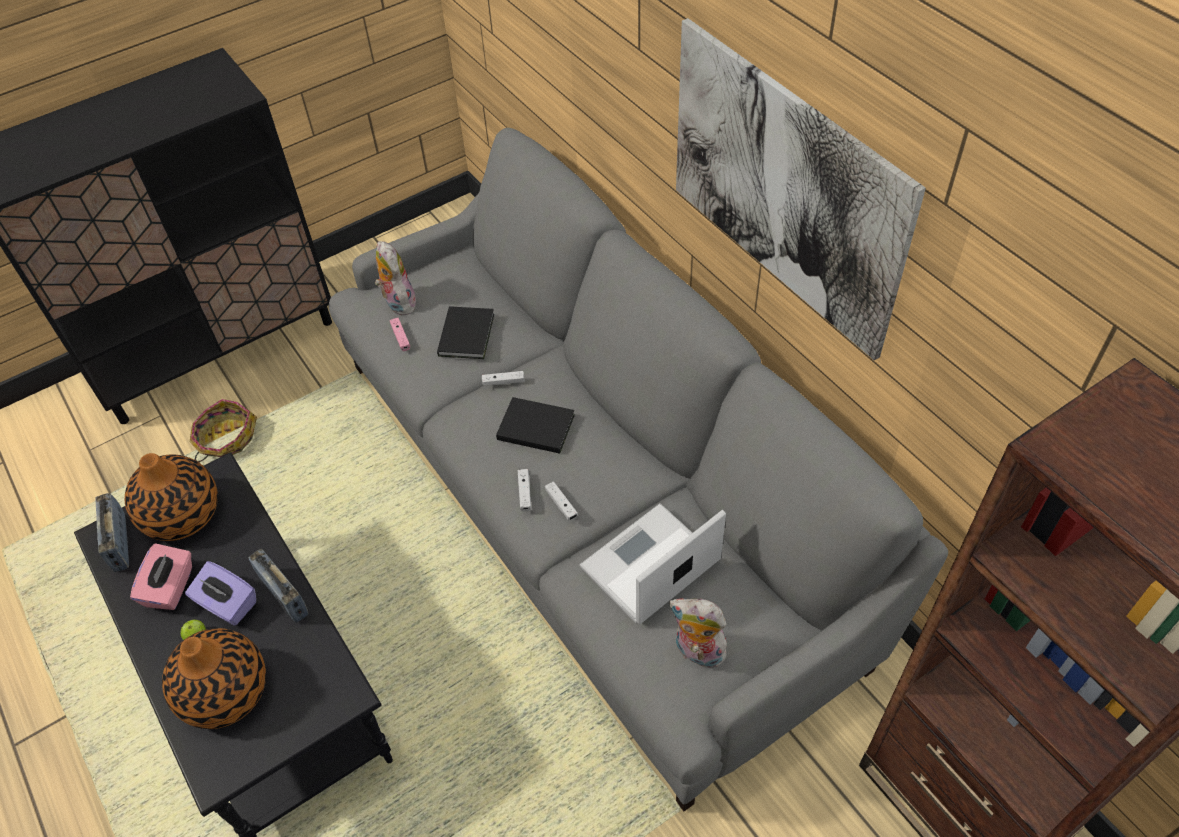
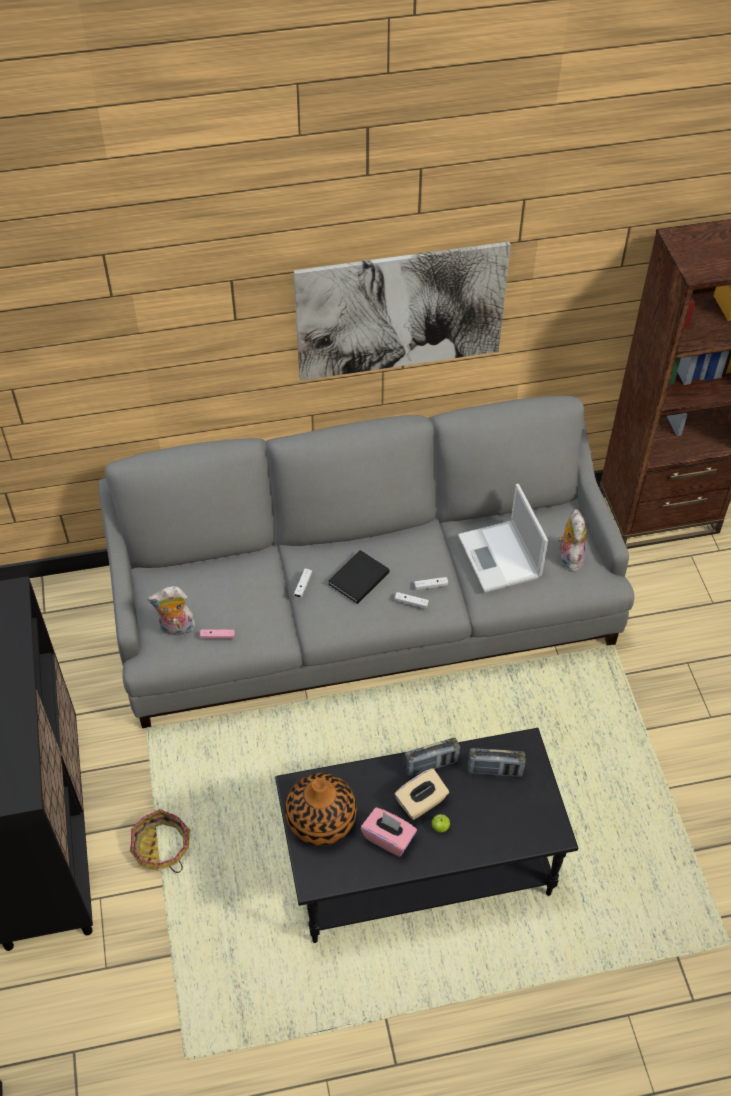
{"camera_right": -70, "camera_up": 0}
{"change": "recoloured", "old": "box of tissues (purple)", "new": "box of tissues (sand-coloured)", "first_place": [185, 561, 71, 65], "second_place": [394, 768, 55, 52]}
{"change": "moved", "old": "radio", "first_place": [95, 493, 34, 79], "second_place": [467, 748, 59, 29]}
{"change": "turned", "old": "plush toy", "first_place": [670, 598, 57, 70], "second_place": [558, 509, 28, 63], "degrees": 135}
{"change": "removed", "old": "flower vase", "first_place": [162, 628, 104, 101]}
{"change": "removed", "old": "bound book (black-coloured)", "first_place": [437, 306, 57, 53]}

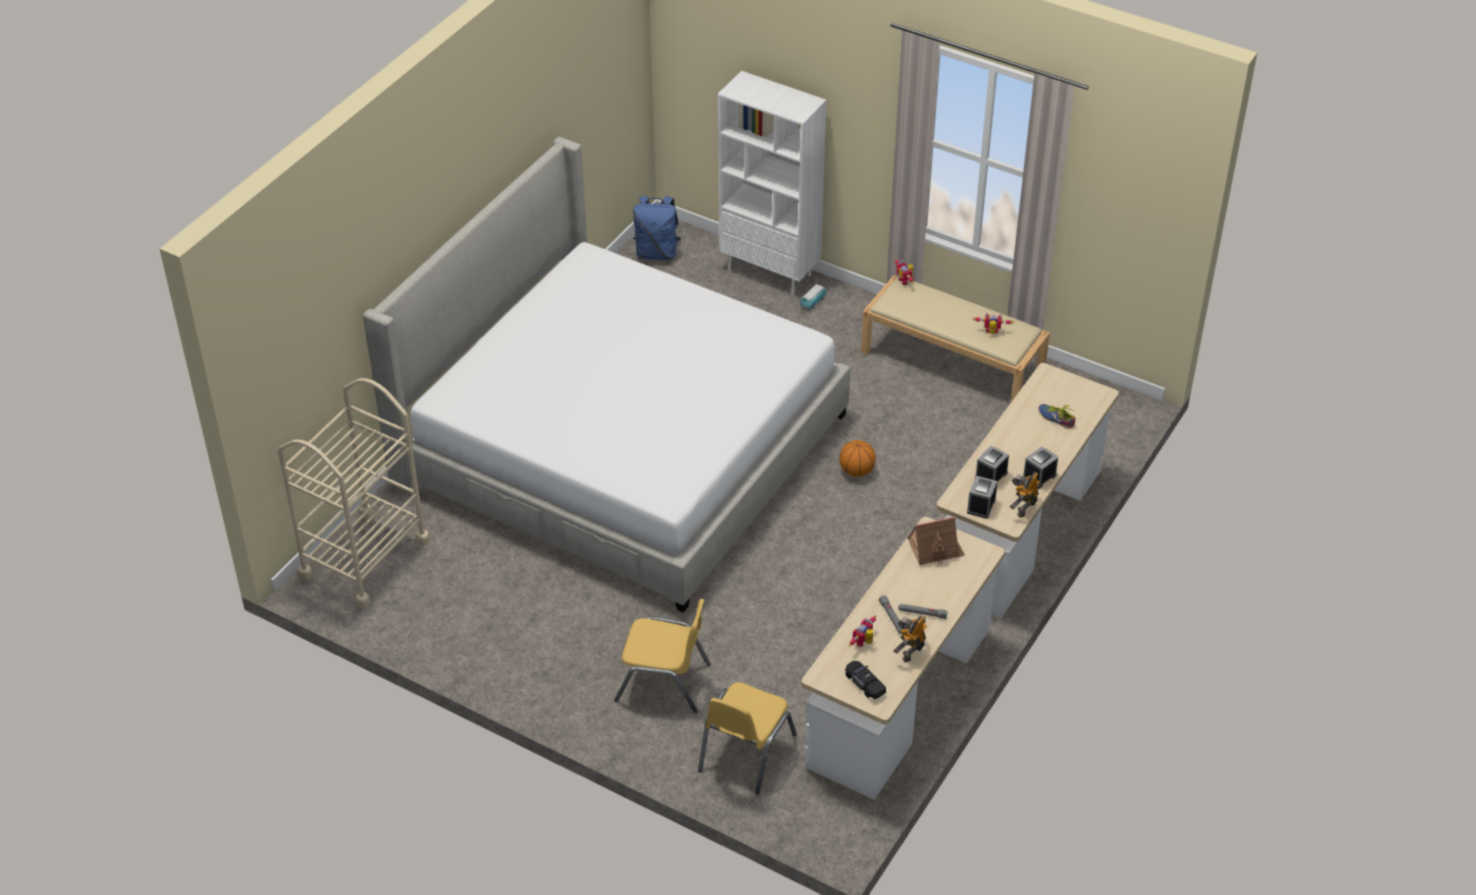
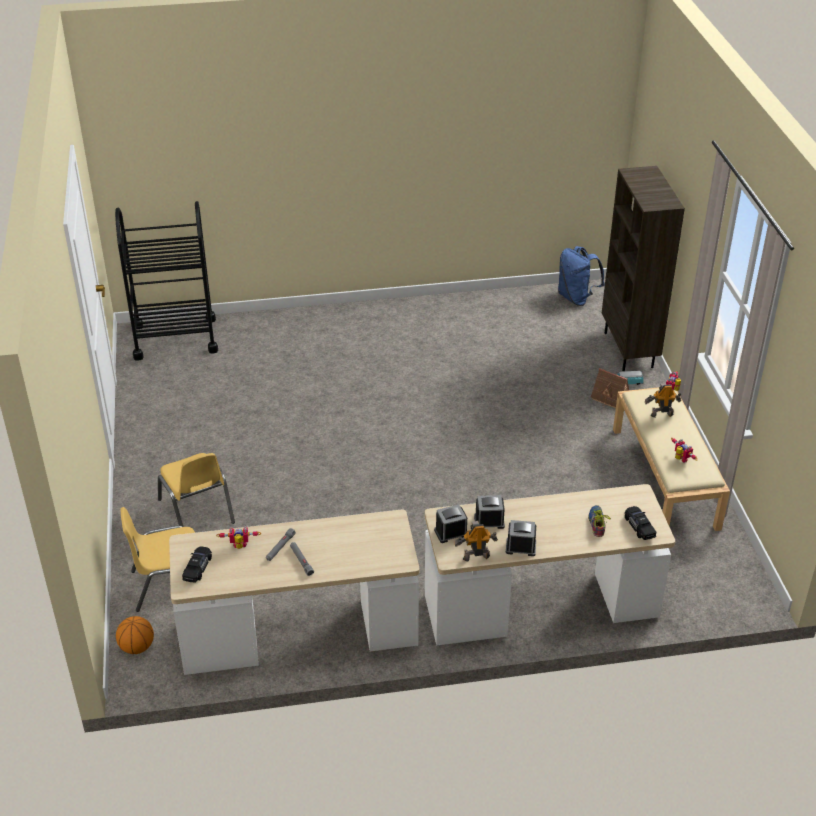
{"camera_right": 50, "camera_up": -5}
{"change": "recoloured", "old": "wheeled cart (sand-coloured)", "new": "wheeled cart (black-coloured)", "first_place": [278, 378, 152, 230], "second_place": [115, 201, 103, 160]}
{"change": "moved", "old": "ball for basketball", "first_place": [839, 440, 37, 37], "second_place": [116, 616, 38, 38]}
{"change": "moved", "old": "miniature house", "first_place": [907, 516, 58, 50], "second_place": [591, 368, 38, 40]}
{"change": "recoloured", "old": "shelving unit (white-coloured)", "new": "shelving unit (brown-coloured)", "first_place": [718, 71, 109, 224], "second_place": [602, 166, 83, 205]}
{"change": "added", "new": "miniature car (black-coloured)", "second_place": [625, 506, 31, 34]}
{"change": "moved", "old": "toy robot", "first_place": [893, 616, 34, 46], "second_place": [645, 383, 36, 34]}
{"change": "removed", "old": "bed", "first_place": [363, 137, 487, 476]}

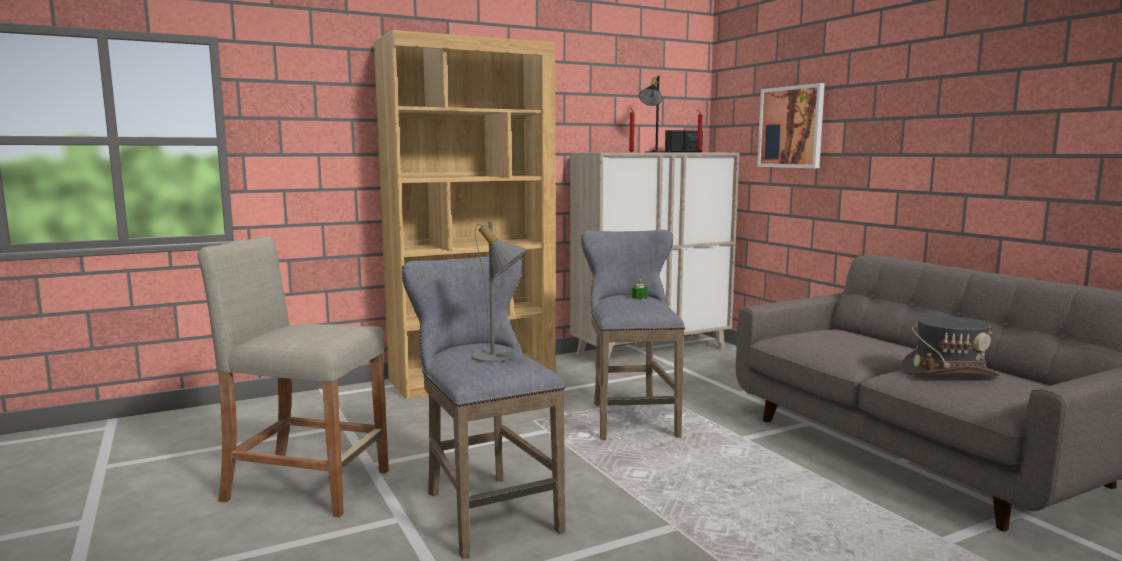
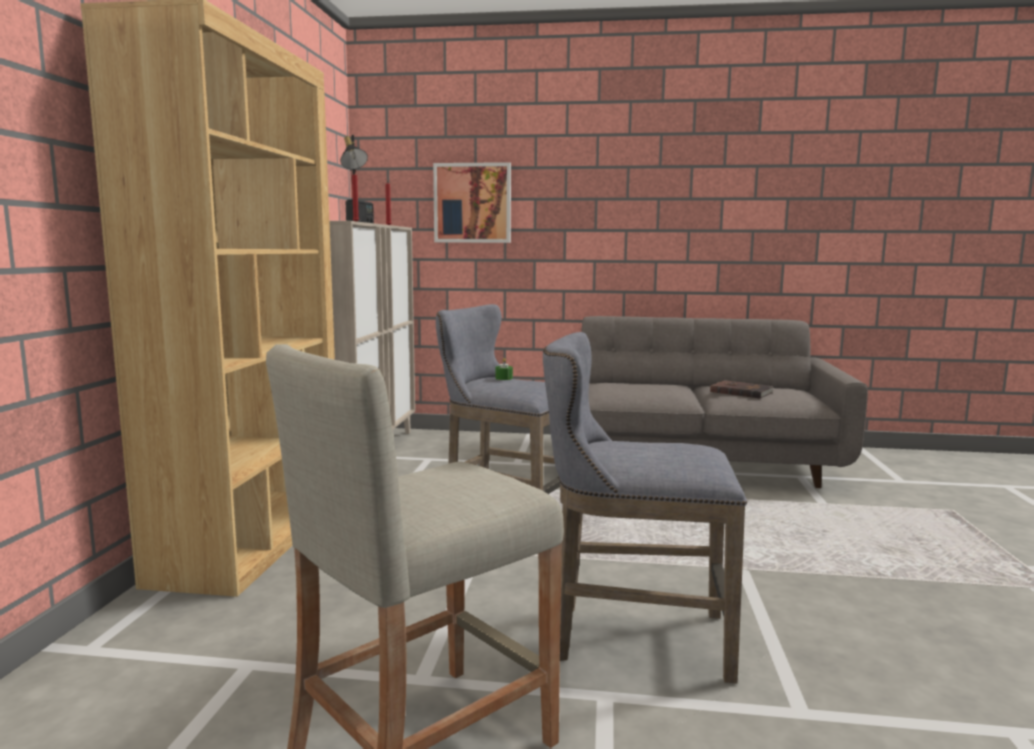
{"camera_right": -55, "camera_up": 0}
{"change": "replaced", "old": "hat (gray)", "new": "bound book (brown-coloured)", "first_place": [901, 316, 99, 60], "second_place": [710, 380, 64, 19]}
{"change": "removed", "old": "table lamp (gray)", "first_place": [472, 222, 56, 140]}

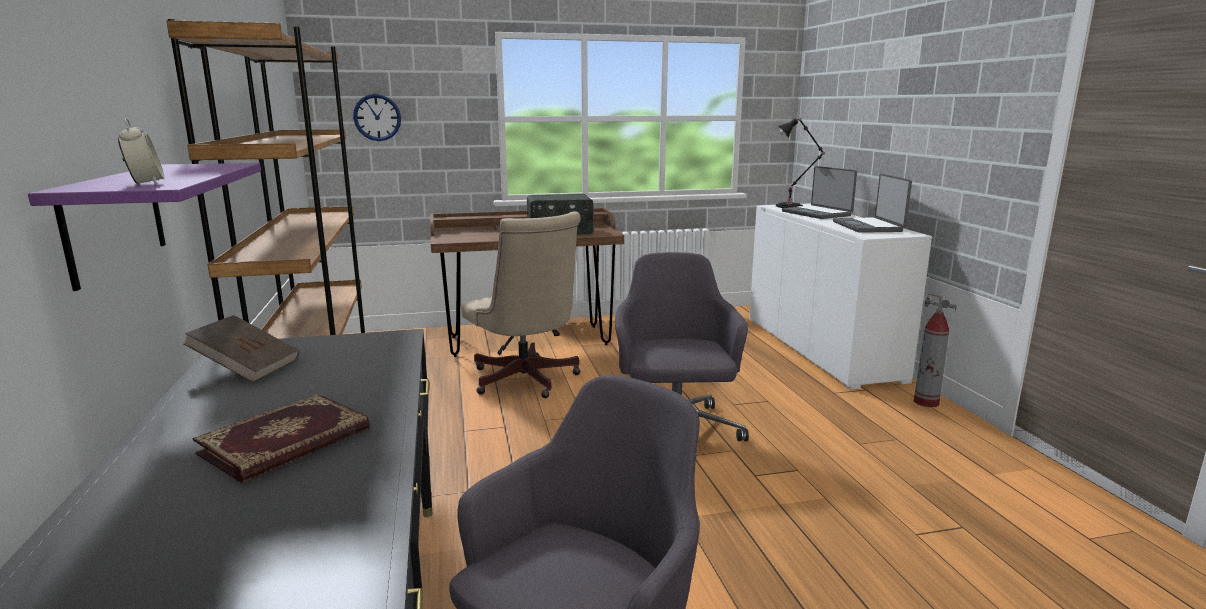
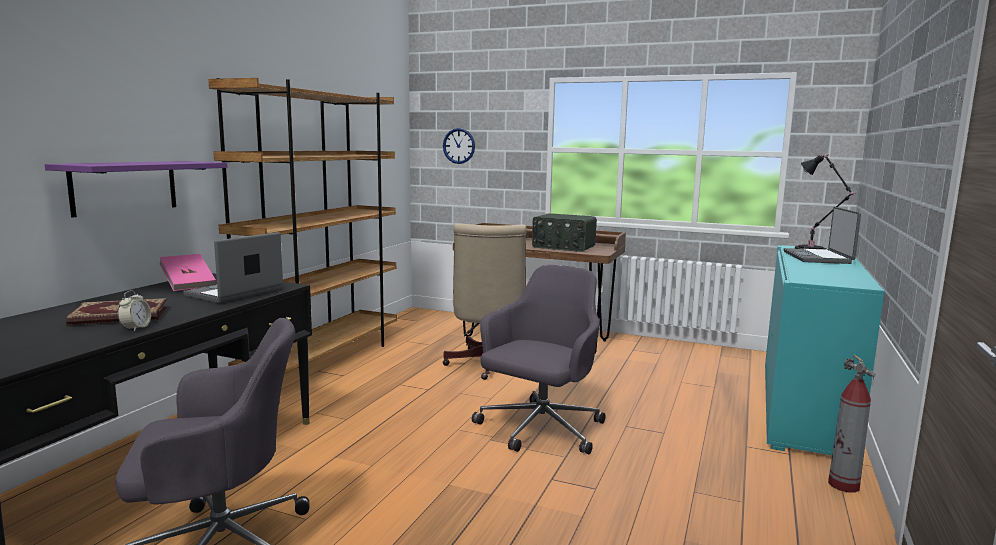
{"camera_right": 35, "camera_up": -5}
{"change": "moved", "old": "alarm clock", "first_place": [118, 118, 47, 66], "second_place": [118, 291, 33, 40]}
{"change": "recoloured", "old": "bound book (brown-coloured)", "new": "bound book (pink)", "first_place": [183, 315, 116, 67], "second_place": [159, 254, 58, 37]}
{"change": "moved", "old": "notebook computer", "first_place": [833, 174, 79, 59], "second_place": [183, 232, 100, 71]}
{"change": "recoloured", "old": "cabinet (white-coloured)", "new": "cabinet (turquoise-coloured)", "first_place": [749, 204, 183, 186], "second_place": [765, 245, 119, 210]}

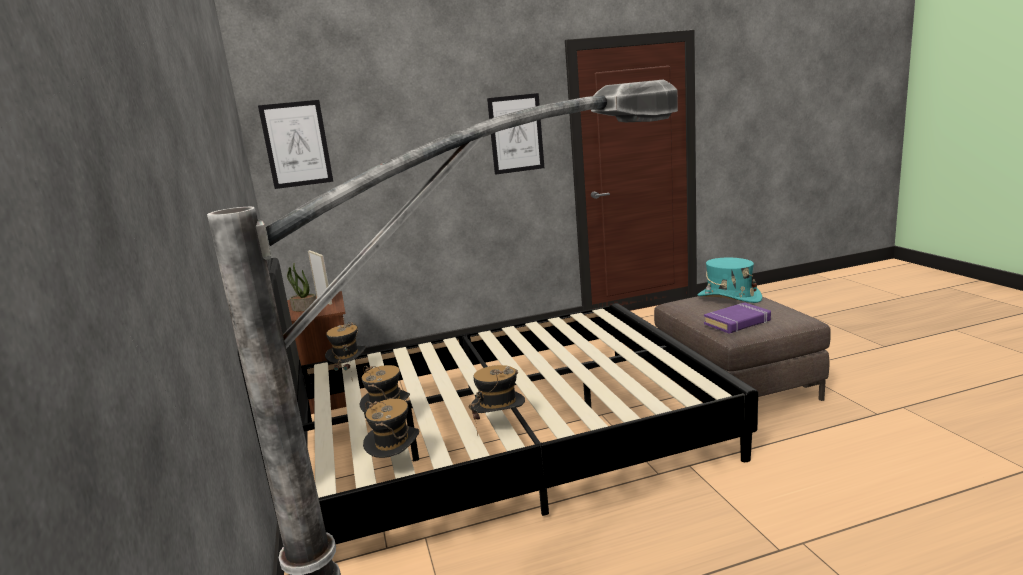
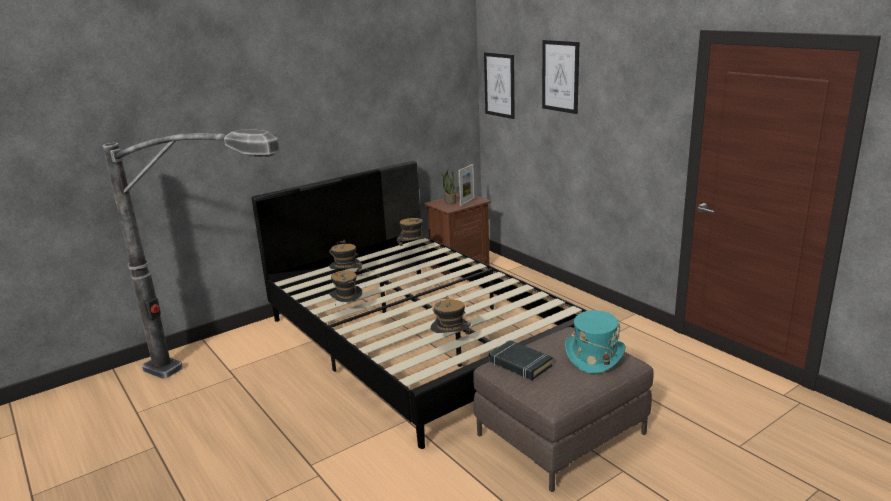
{"camera_right": 70, "camera_up": 5}
{"change": "moved", "old": "hat", "first_place": [363, 399, 56, 59], "second_place": [431, 295, 40, 39]}
{"change": "recoloured", "old": "bound book (purple)", "new": "bound book (black-coloured)", "first_place": [704, 302, 67, 32], "second_place": [489, 340, 64, 40]}
{"change": "moved", "old": "wall picture", "first_place": [487, 93, 57, 82], "second_place": [542, 40, 37, 74]}

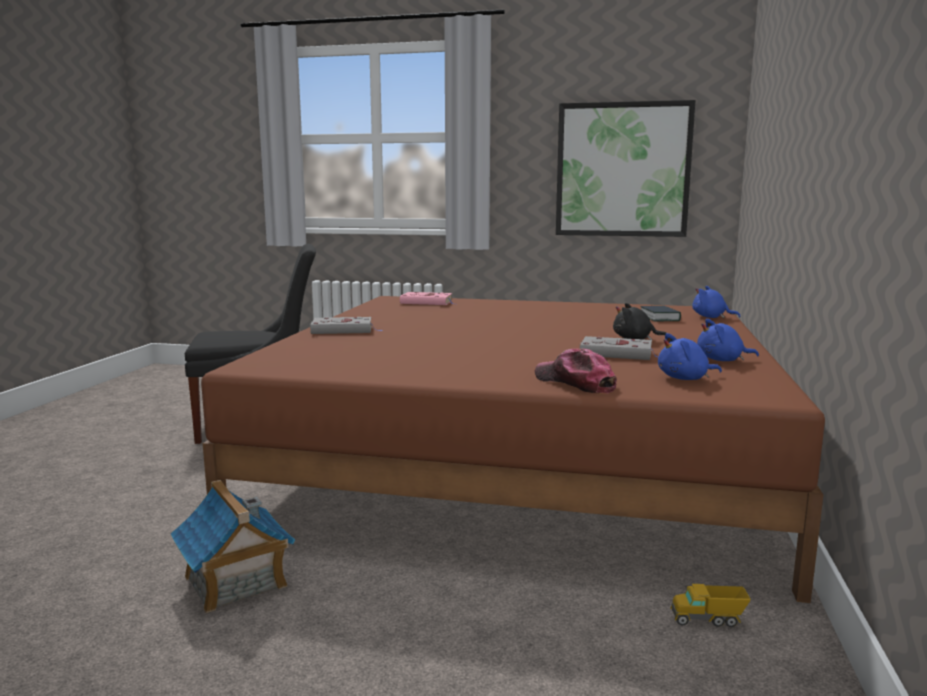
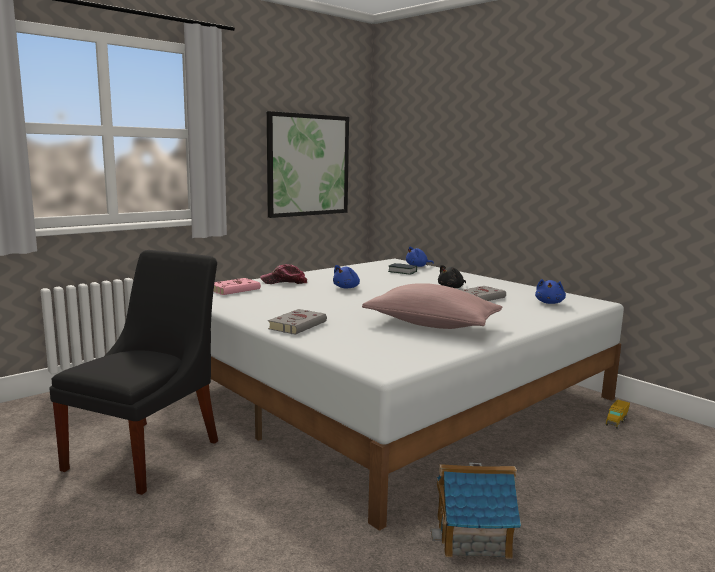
{"camera_right": -55, "camera_up": 0}
{"change": "recoloured", "old": "bed (brown-coloured)", "new": "bed (white-coloured)", "first_place": [201, 296, 624, 307], "second_place": [211, 259, 413, 272]}
{"change": "moved", "old": "cap", "first_place": [535, 349, 82, 45], "second_place": [260, 264, 47, 20]}
{"change": "moved", "old": "plush toy (blue)", "first_place": [697, 319, 62, 42], "second_place": [333, 265, 27, 24]}
{"change": "added", "new": "cushion (pink)", "second_place": [362, 283, 140, 46]}

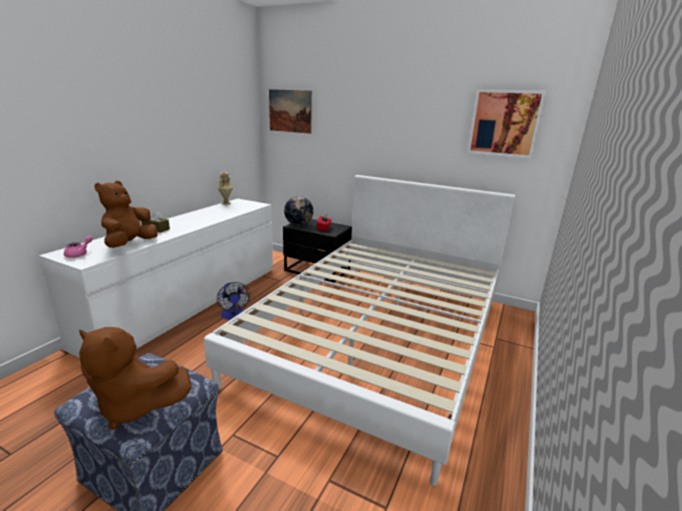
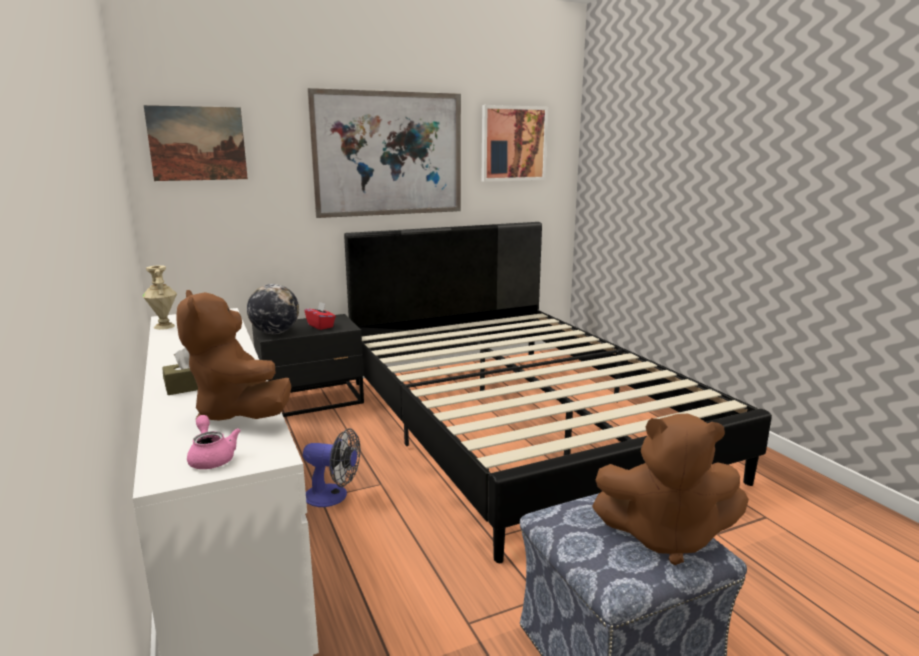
{"camera_right": -50, "camera_up": -5}
{"change": "added", "new": "wall picture", "second_place": [307, 88, 154, 130]}
{"change": "recoloured", "old": "bed (white-coloured)", "new": "bed (black-coloured)", "first_place": [204, 175, 311, 311], "second_place": [344, 222, 428, 341]}
{"change": "turned", "old": "plush toy (brown-coloured)", "first_place": [79, 327, 113, 103], "second_place": [592, 414, 157, 151], "degrees": 45}

